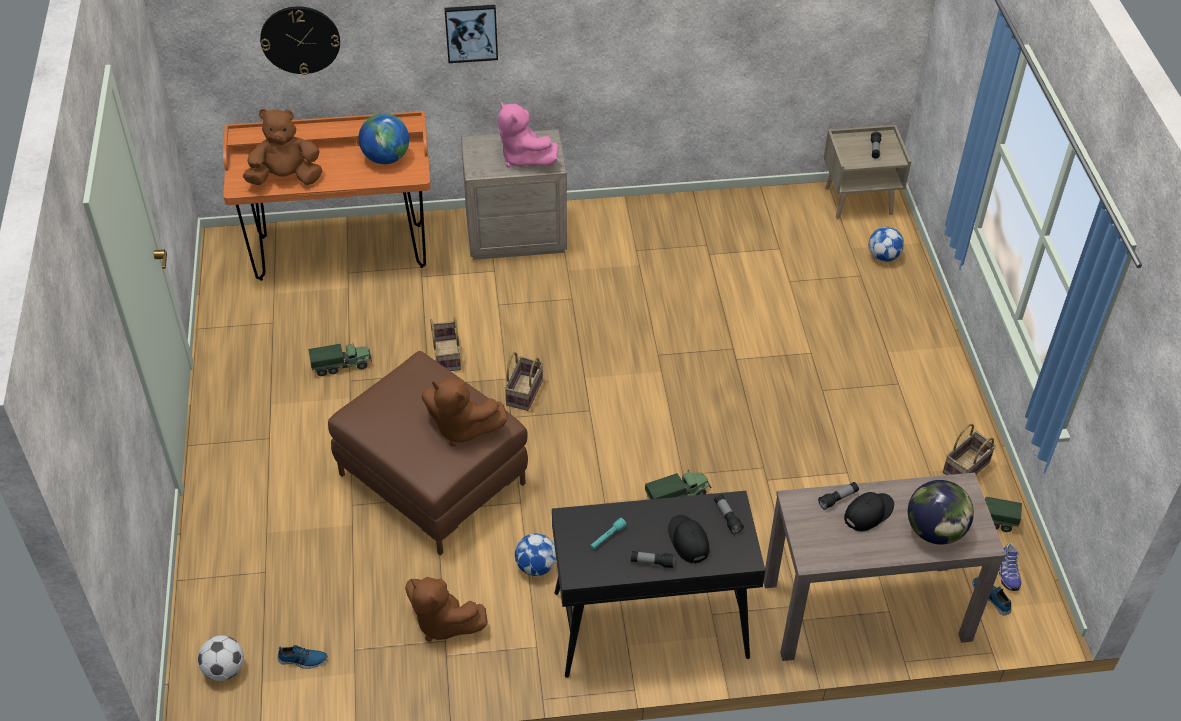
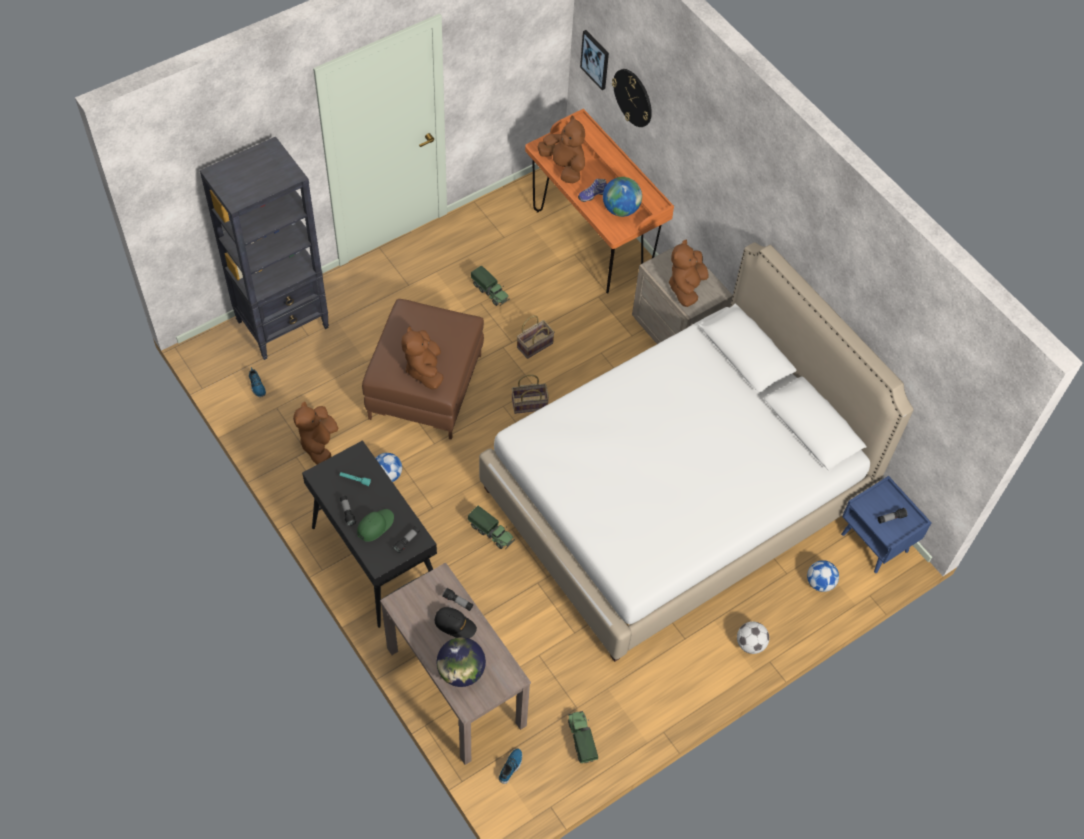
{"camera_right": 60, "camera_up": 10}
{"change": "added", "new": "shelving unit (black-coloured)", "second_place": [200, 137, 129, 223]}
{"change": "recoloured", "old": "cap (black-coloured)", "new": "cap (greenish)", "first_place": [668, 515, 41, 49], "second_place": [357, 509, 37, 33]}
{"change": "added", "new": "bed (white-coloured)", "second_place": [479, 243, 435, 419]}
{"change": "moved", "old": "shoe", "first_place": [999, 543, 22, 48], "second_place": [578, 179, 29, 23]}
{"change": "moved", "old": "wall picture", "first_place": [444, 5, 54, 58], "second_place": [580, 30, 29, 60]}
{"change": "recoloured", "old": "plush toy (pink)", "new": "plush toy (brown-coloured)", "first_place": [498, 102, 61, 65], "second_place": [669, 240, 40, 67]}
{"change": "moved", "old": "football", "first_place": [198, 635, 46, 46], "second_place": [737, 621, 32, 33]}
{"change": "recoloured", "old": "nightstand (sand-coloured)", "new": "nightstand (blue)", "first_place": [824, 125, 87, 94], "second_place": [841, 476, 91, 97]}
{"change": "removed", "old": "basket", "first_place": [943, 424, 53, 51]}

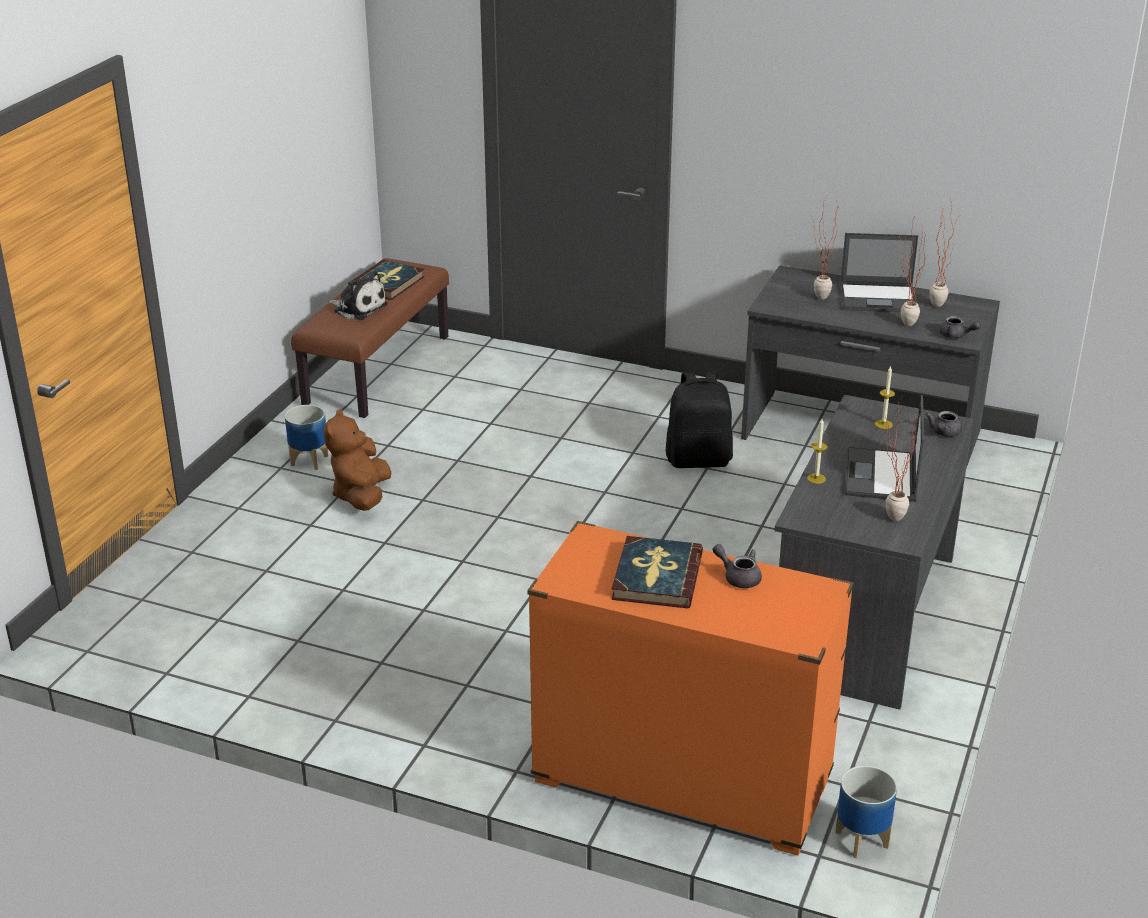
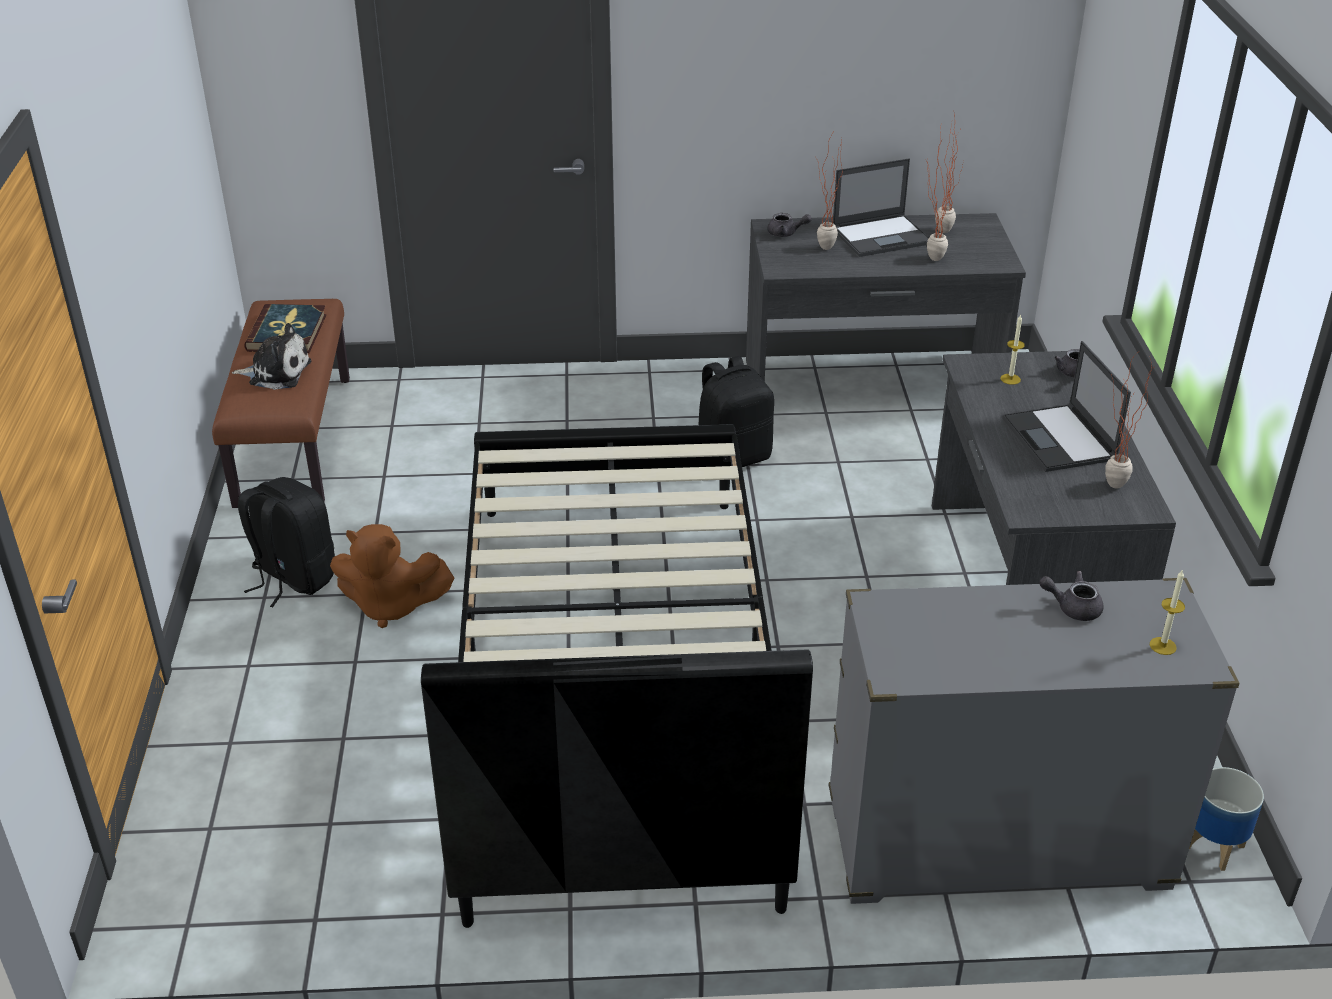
{"camera_right": -25, "camera_up": 5}
{"change": "replaced", "old": "plant pot", "new": "rucksack (black-coloured)", "first_place": [285, 405, 43, 65], "second_place": [238, 477, 97, 130]}
{"change": "turned", "old": "plush toy (brown-coloured)", "first_place": [324, 409, 68, 102], "second_place": [330, 524, 124, 104], "degrees": -60}
{"change": "added", "new": "bed (black-coloured)", "second_place": [421, 424, 392, 504]}
{"change": "moved", "old": "tea pot (gray)", "first_place": [940, 316, 41, 23], "second_place": [767, 213, 45, 24]}
{"change": "recoloured", "old": "dresser (orangey)", "new": "dresser (gray)", "first_place": [527, 521, 327, 335], "second_place": [829, 578, 411, 326]}
{"change": "moved", "old": "wax candle", "first_place": [807, 419, 21, 65], "second_place": [1150, 569, 35, 86]}
{"change": "removed", "old": "bound book", "first_place": [611, 536, 92, 72]}

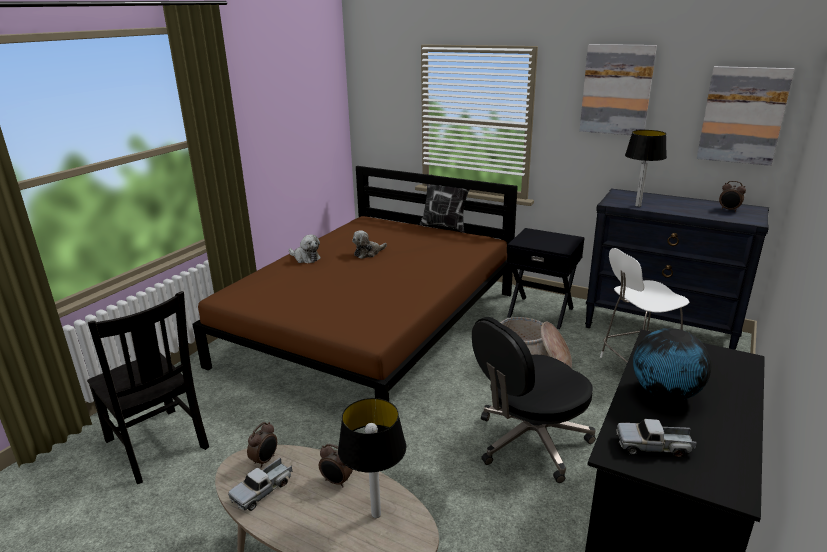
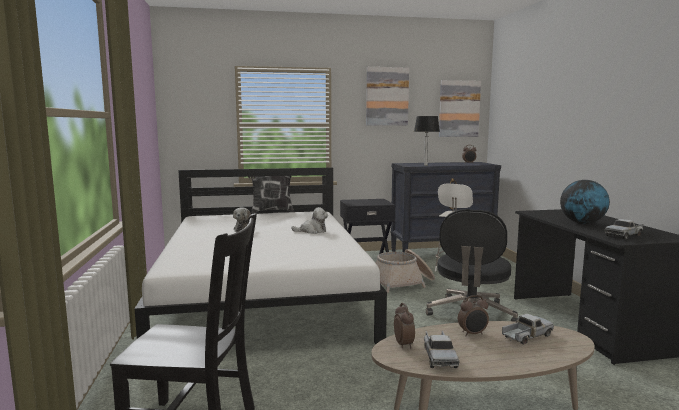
{"camera_right": -40, "camera_up": -15}
{"change": "recoloured", "old": "bed (brown-coloured)", "new": "bed (white-coloured)", "first_place": [192, 166, 326, 266], "second_place": [135, 167, 252, 178]}
{"change": "moved", "old": "plush toy", "first_place": [289, 234, 32, 29], "second_place": [291, 207, 37, 27]}
{"change": "replaced", "old": "table lamp", "new": "toy truck", "first_place": [338, 398, 69, 120], "second_place": [502, 314, 52, 30]}

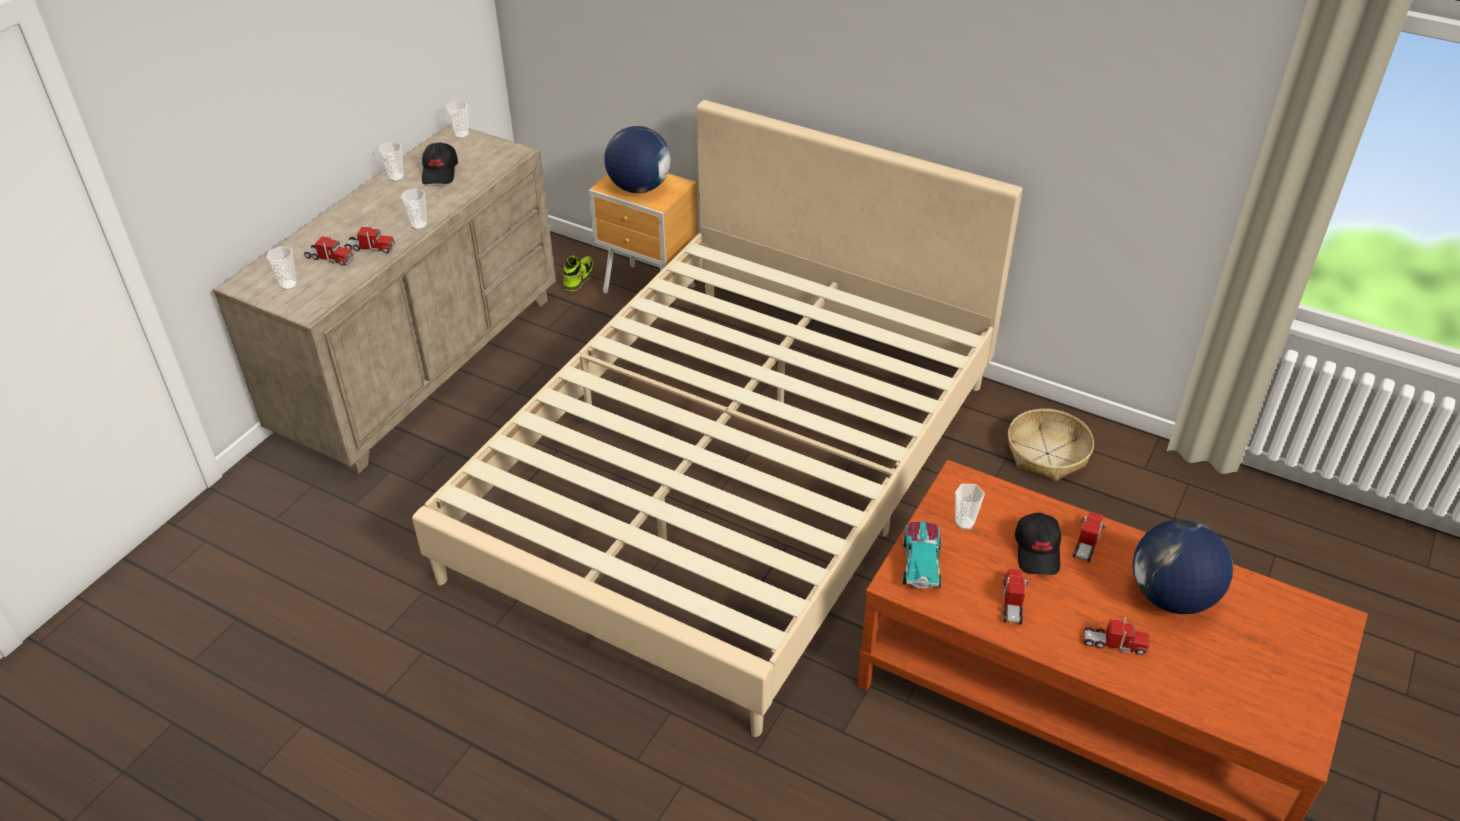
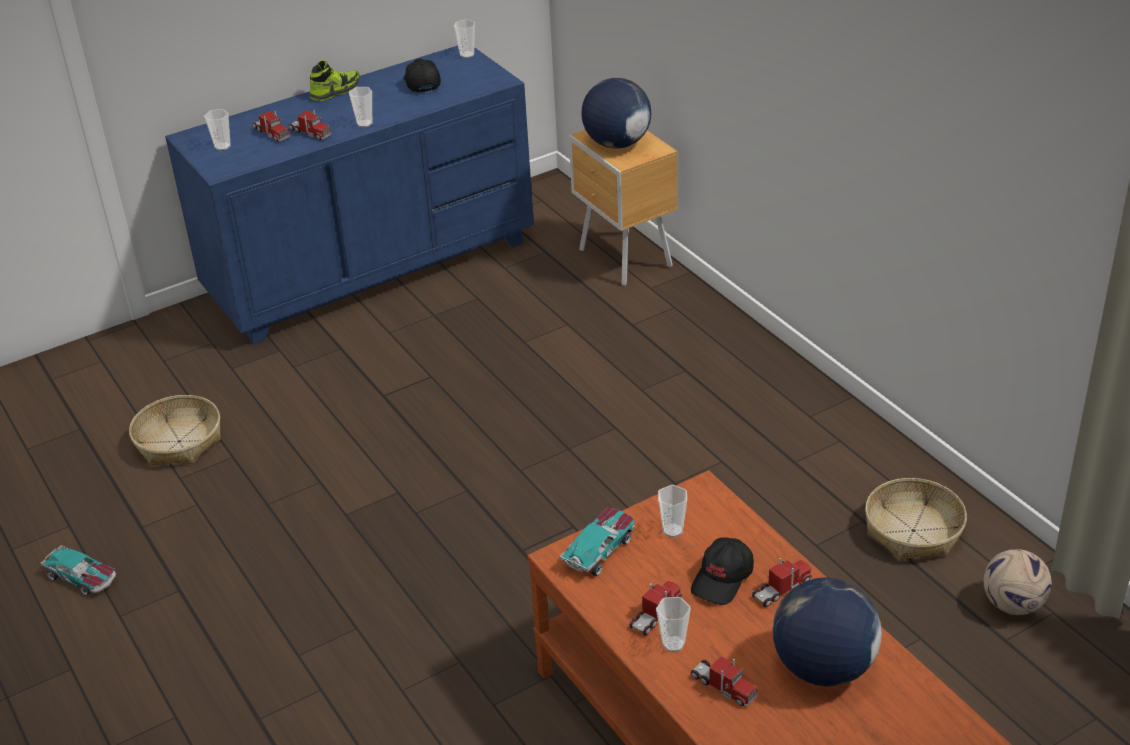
{"camera_right": 30, "camera_up": -5}
{"change": "added", "new": "miniature car", "second_place": [41, 545, 75, 51]}
{"change": "added", "new": "basket", "second_place": [129, 395, 92, 71]}
{"change": "recoloured", "old": "dresser (sand-coloured)", "new": "dresser (blue)", "first_place": [213, 123, 343, 351], "second_place": [165, 46, 369, 299]}
{"change": "moved", "old": "shoe", "first_place": [564, 256, 30, 36], "second_place": [310, 60, 49, 41]}
{"change": "turned", "old": "cap (black-coloured)", "first_place": [422, 143, 36, 41], "second_place": [403, 58, 38, 35], "degrees": 135}
{"change": "moved", "old": "cup", "first_place": [379, 142, 25, 40], "second_place": [656, 597, 35, 55]}
{"change": "added", "new": "football", "second_place": [984, 549, 68, 66]}
{"change": "removed", "old": "bed (sand-coloured)", "first_place": [412, 100, 611, 637]}

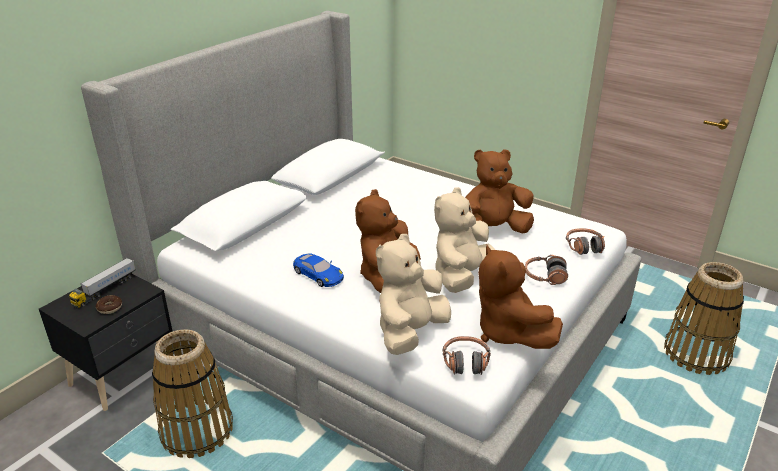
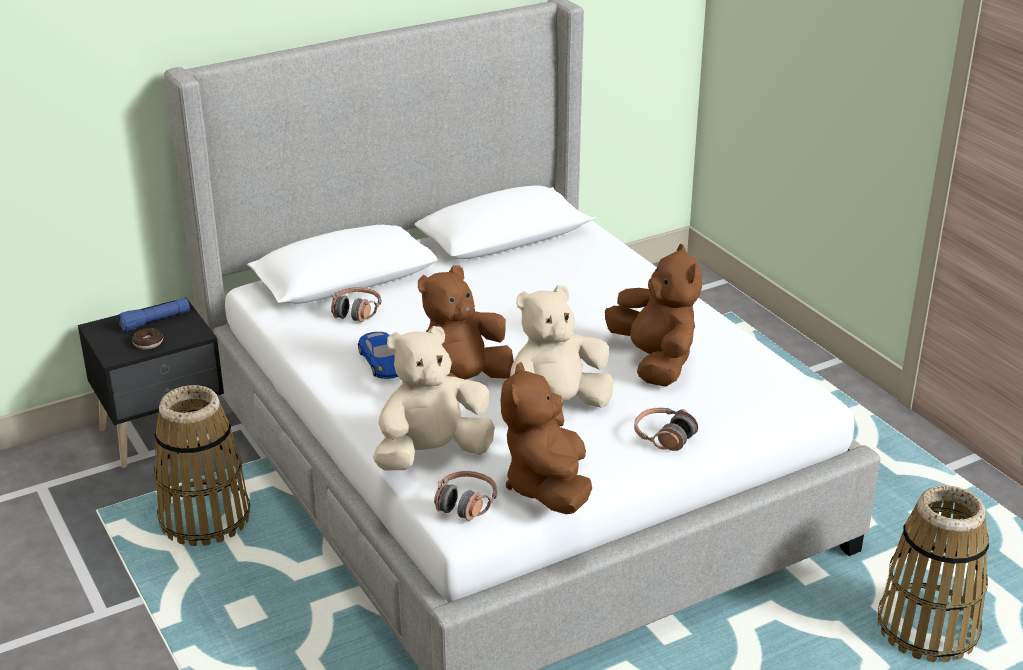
{"camera_right": 25, "camera_up": 0}
{"change": "replaced", "old": "toy truck", "new": "hand torch (blue)", "first_place": [69, 258, 67, 50], "second_place": [118, 298, 72, 33]}
{"change": "moved", "old": "headphones", "first_place": [566, 228, 39, 27], "second_place": [331, 287, 51, 35]}
{"change": "turned", "old": "plush toy (brown-coloured)", "first_place": [465, 149, 69, 84], "second_place": [605, 244, 97, 143], "degrees": 60}

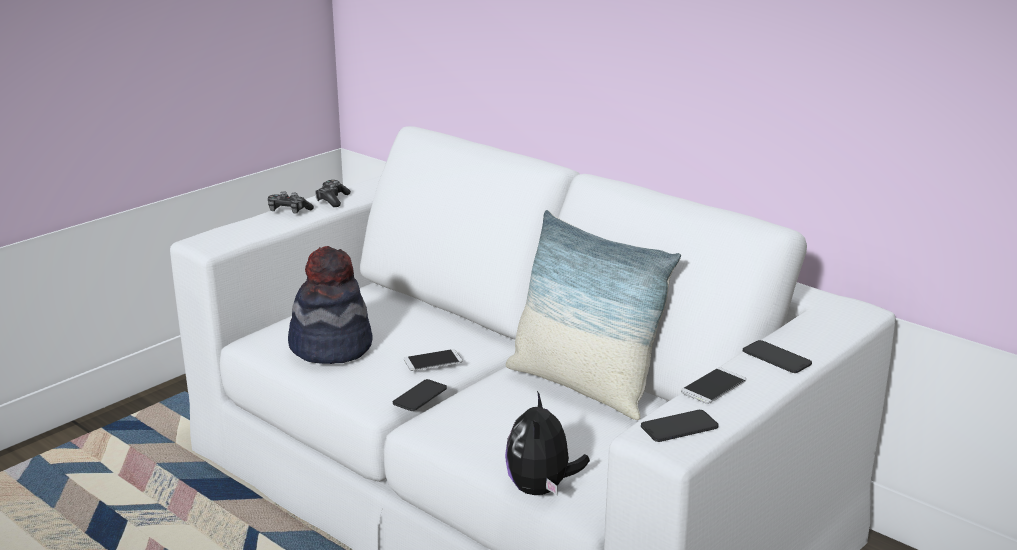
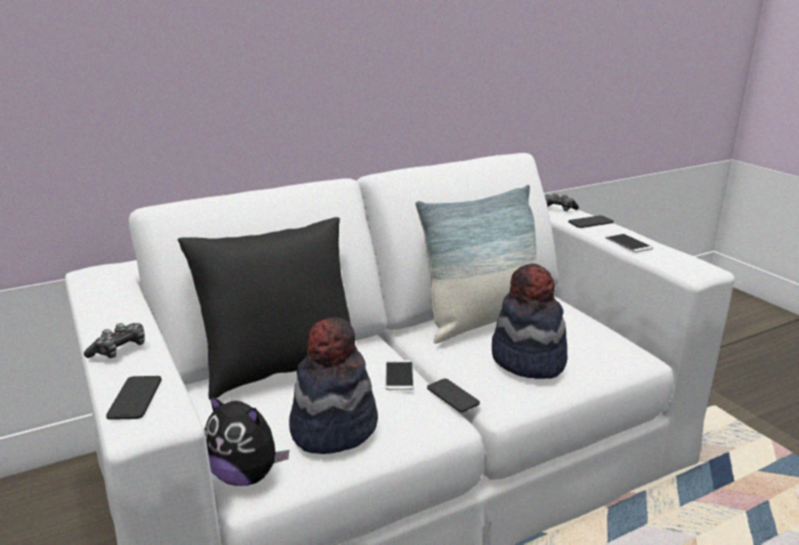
{"camera_right": -70, "camera_up": 0}
{"change": "moved", "old": "telephone", "first_place": [641, 410, 78, 32], "second_place": [106, 376, 56, 44]}
{"change": "added", "new": "cushion (black-coloured)", "second_place": [178, 217, 180, 182]}
{"change": "moved", "old": "plush toy", "first_place": [505, 391, 85, 104], "second_place": [204, 394, 85, 92]}
{"change": "added", "new": "hat", "second_place": [492, 264, 76, 115]}
{"change": "moved", "old": "game controller", "first_place": [315, 180, 36, 27], "second_place": [545, 193, 34, 18]}

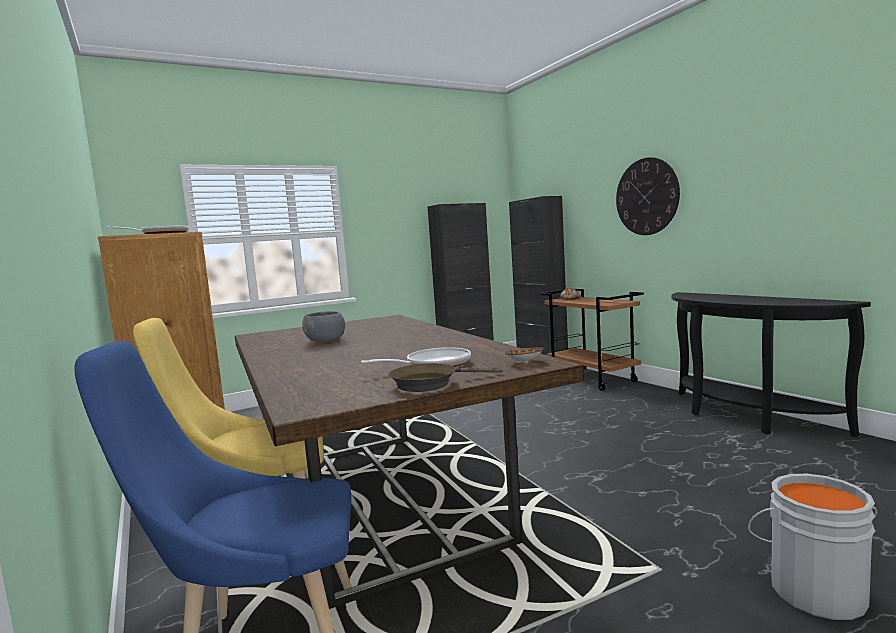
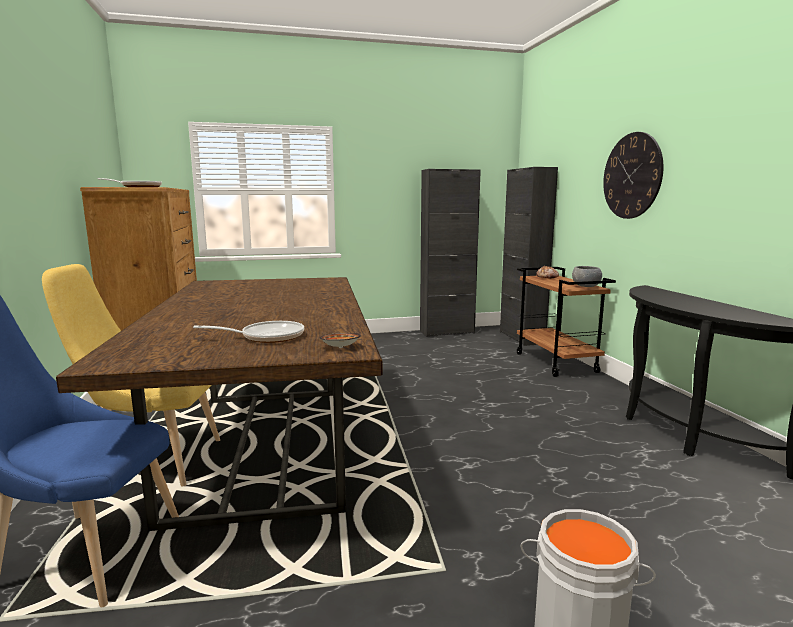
{"camera_right": 15, "camera_up": 5}
{"change": "moved", "old": "serving bowl (gray)", "first_place": [302, 311, 43, 31], "second_place": [572, 266, 30, 21]}
{"change": "removed", "old": "skillet (brown-coloured)", "first_place": [388, 363, 114, 29]}

